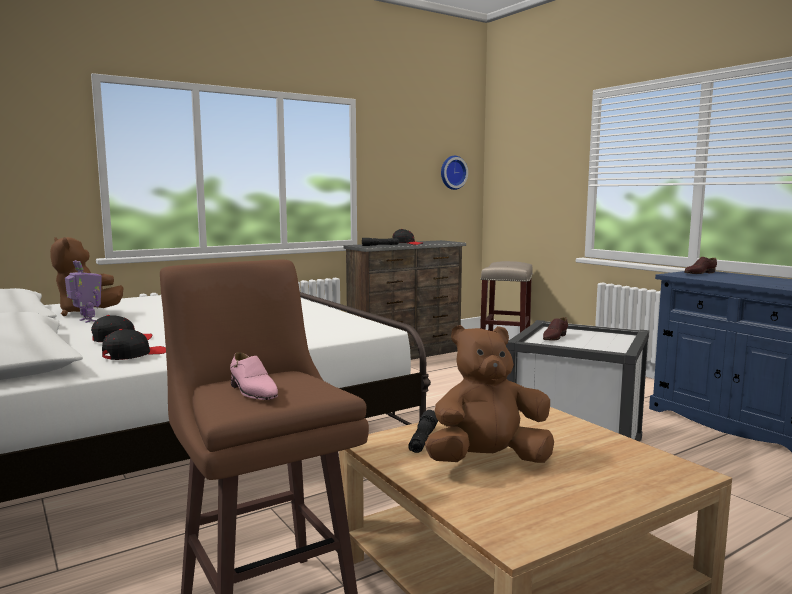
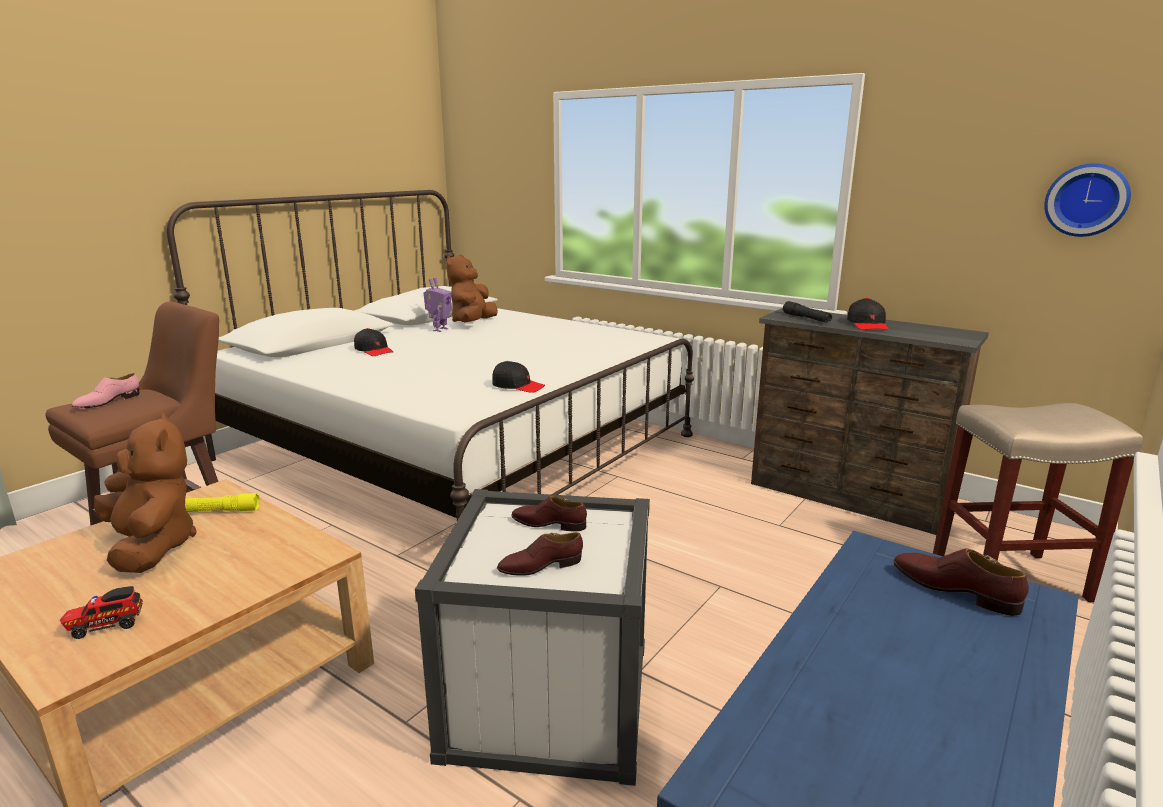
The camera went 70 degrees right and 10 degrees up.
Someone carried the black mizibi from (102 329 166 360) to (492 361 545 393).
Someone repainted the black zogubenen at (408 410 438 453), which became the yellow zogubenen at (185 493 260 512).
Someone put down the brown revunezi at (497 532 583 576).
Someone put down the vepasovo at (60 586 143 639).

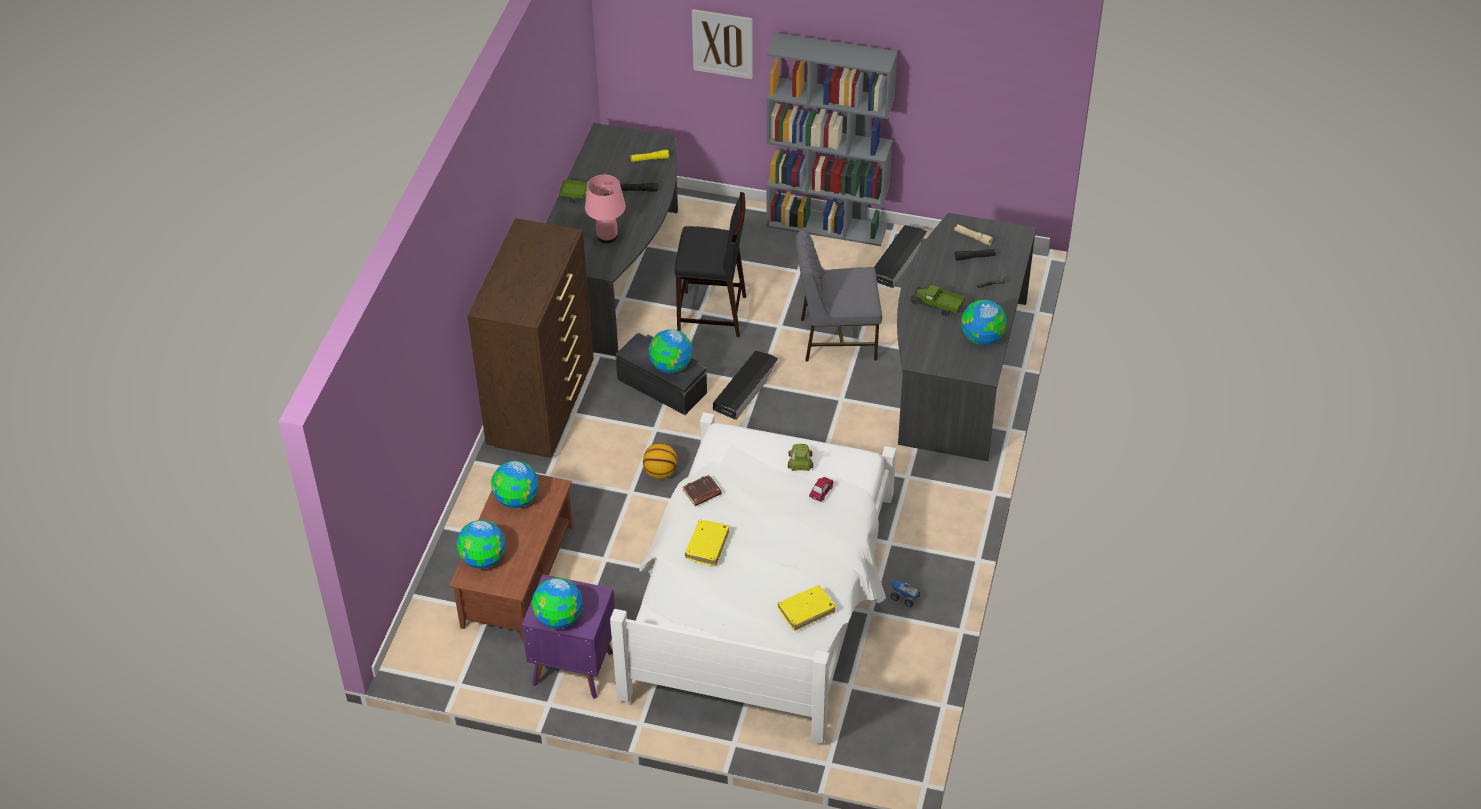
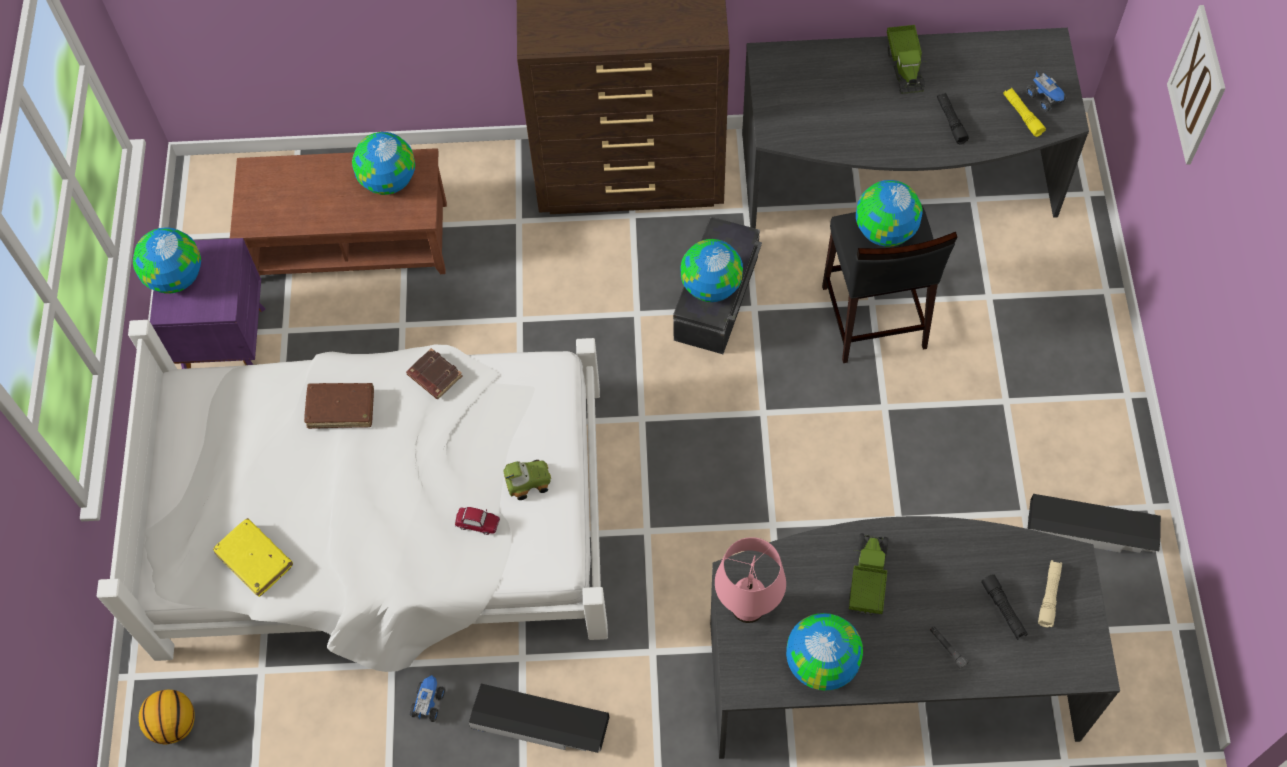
The camera went 75 degrees right and 15 degrees up.
Someone took away the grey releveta at (766 33 897 246).
Someone carried the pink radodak from (585 175 626 243) to (715 537 786 623).
Someone took away the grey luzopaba at (796 230 882 361).
Someone carried the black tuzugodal from (713 351 778 420) to (468 684 609 753).
Someone carried the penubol from (643 443 678 479) to (139 689 195 745).
Someone carried the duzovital from (457 520 506 569) to (856 180 922 247).
Someone repainted the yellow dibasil at (685 520 729 566), which became the brown dibasil at (304 383 374 429).
Someone put down the vepasovo at (1026 71 1066 112).

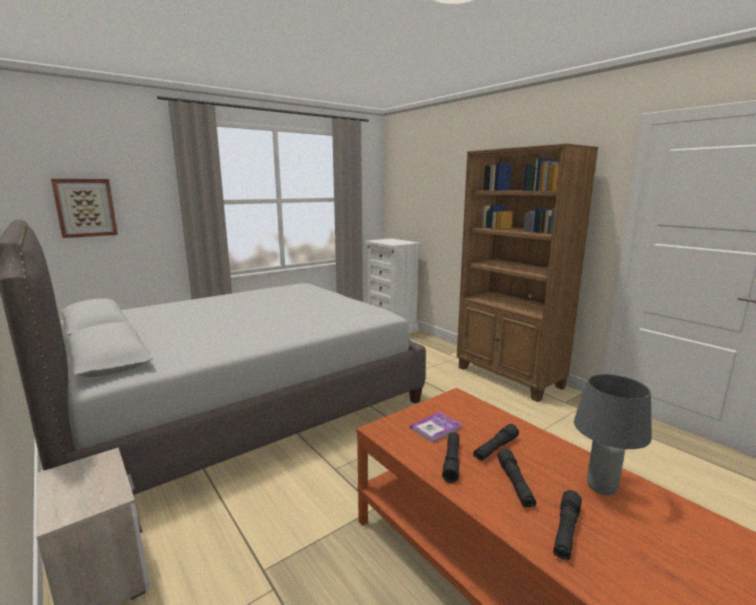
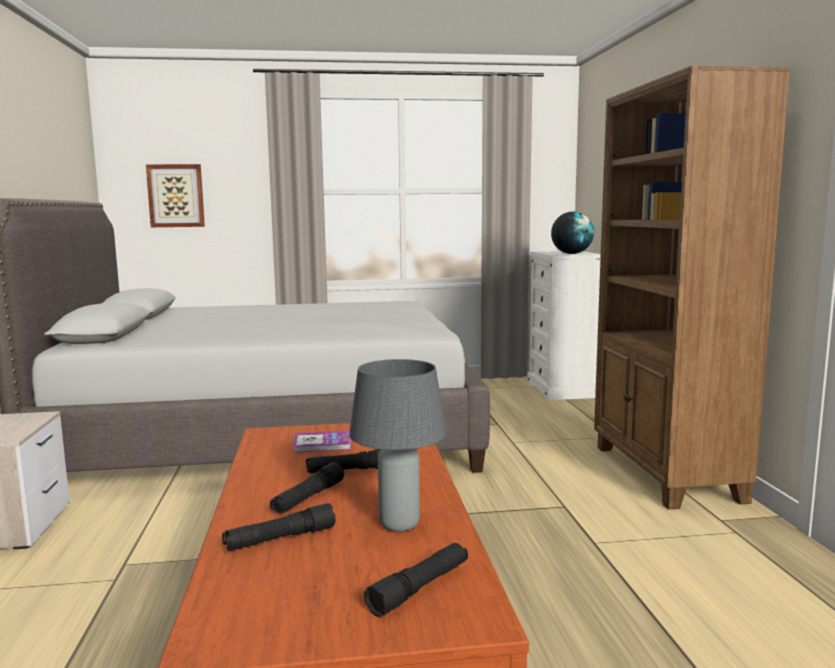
The camera went 30 degrees right and 5 degrees down.
Someone carried the black zogubenen from (442 433 459 483) to (364 543 468 617).
Someone put down the duzovital at (551 211 594 254).

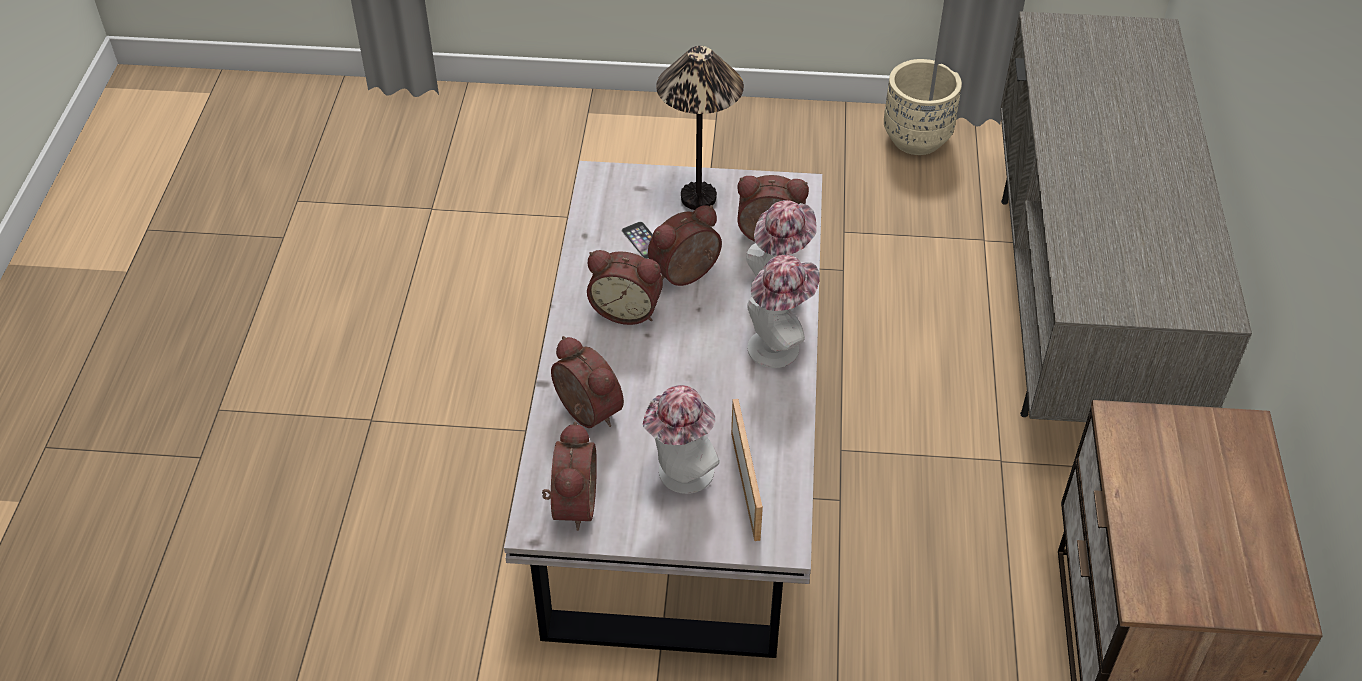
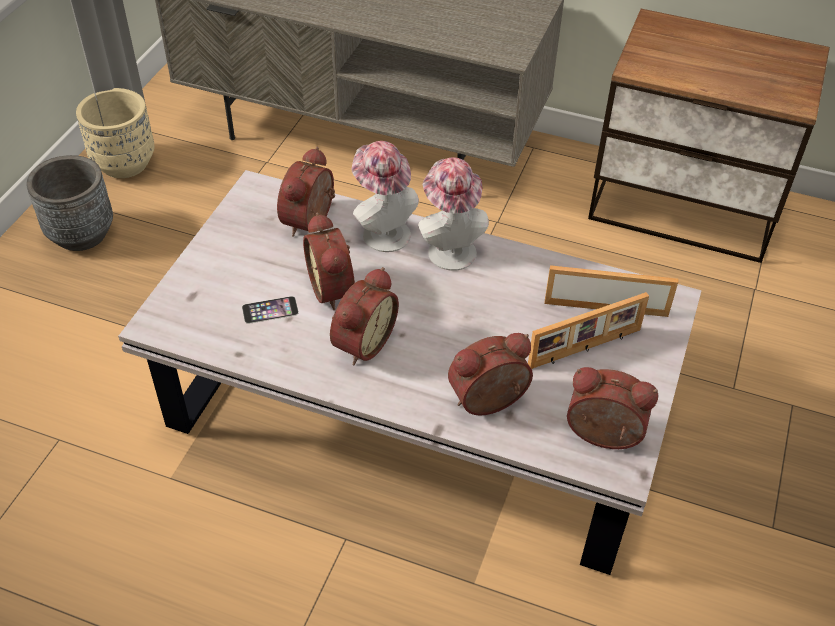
The camera went 75 degrees left and 0 degrees up.
Someone took away the radodak at (656 46 744 210).
Someone swapped the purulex at (643 385 720 494) for the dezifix at (528 292 649 369).
Someone put down the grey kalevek at (26 155 113 251).

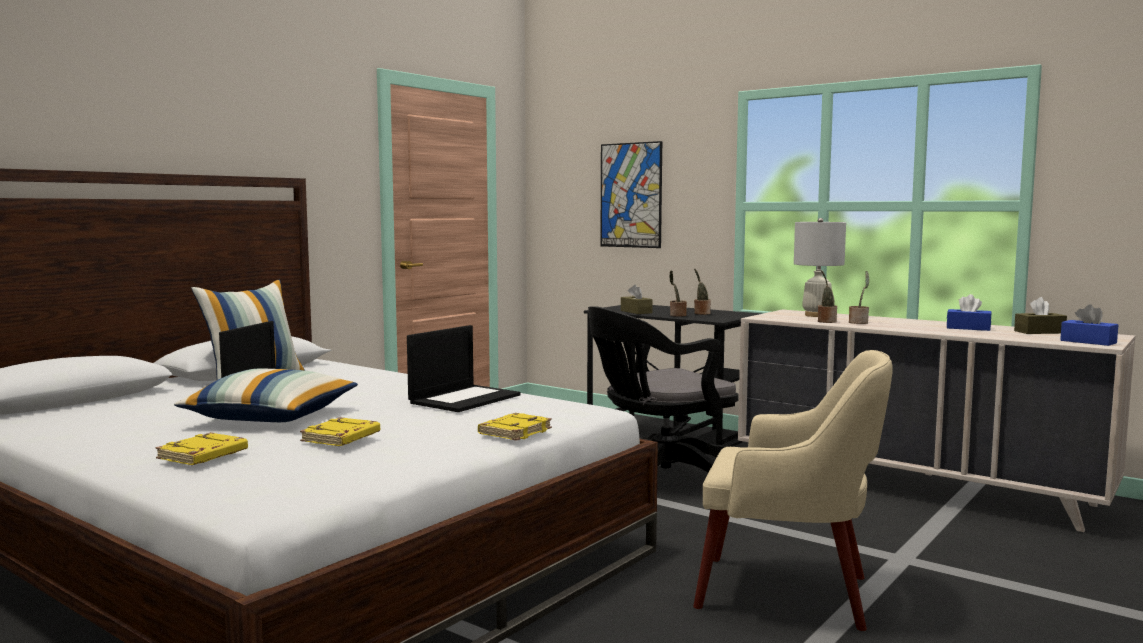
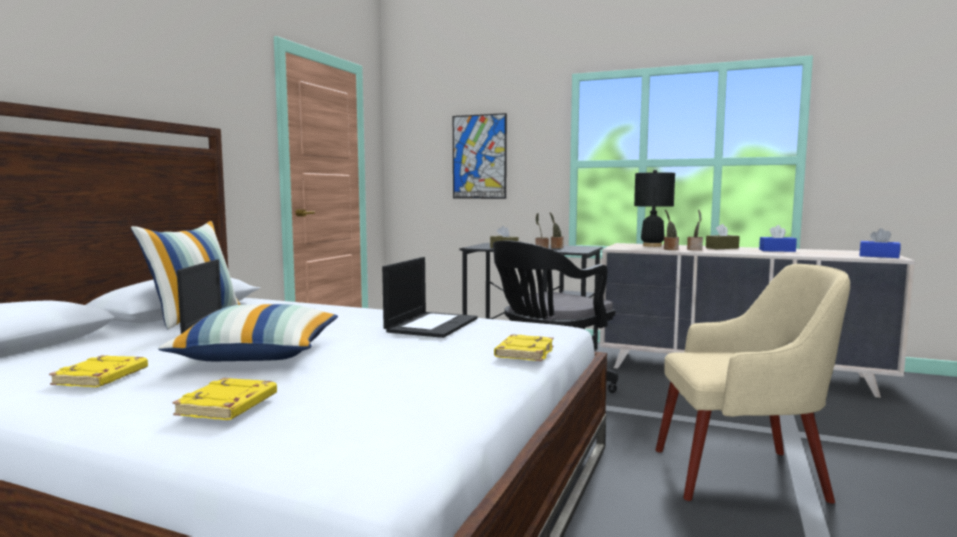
The camera went 15 degrees left and 0 degrees up.
Someone repainted the white radodak at (794 218 846 317), which became the black radodak at (634 170 675 247).
Someone carried the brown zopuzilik from (1014 297 1067 334) to (706 224 740 249).
Someone carried the yellow dibasil from (300 417 380 446) to (49 355 148 387).

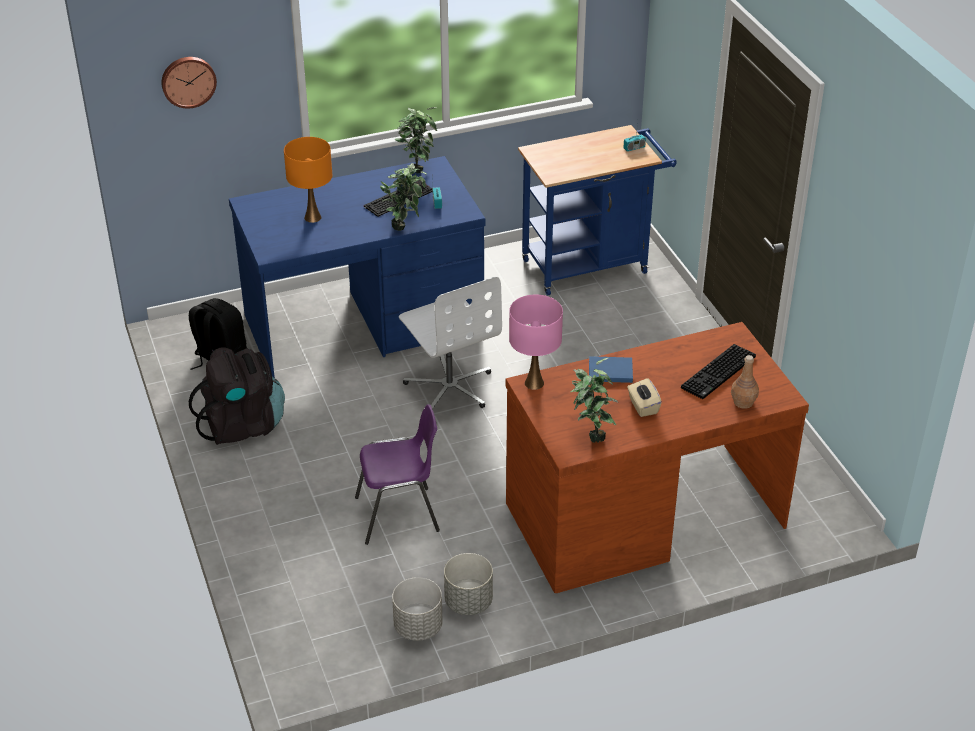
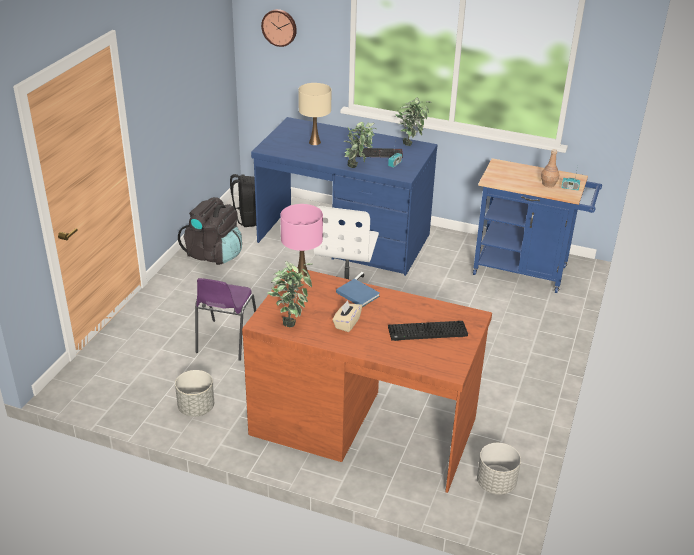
The camera went 40 degrees right and 5 degrees down.
Someone repainted the orange radodak at (284 137 332 223), which became the beige radodak at (298 83 331 145).
Someone carried the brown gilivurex from (731 355 759 409) to (541 149 559 187).
Someone rotated the purple luzopaba at (355 404 440 545) by 75 degrees clockwise.
Someone carried the grey kalevek from (392 577 443 641) to (477 443 521 495).

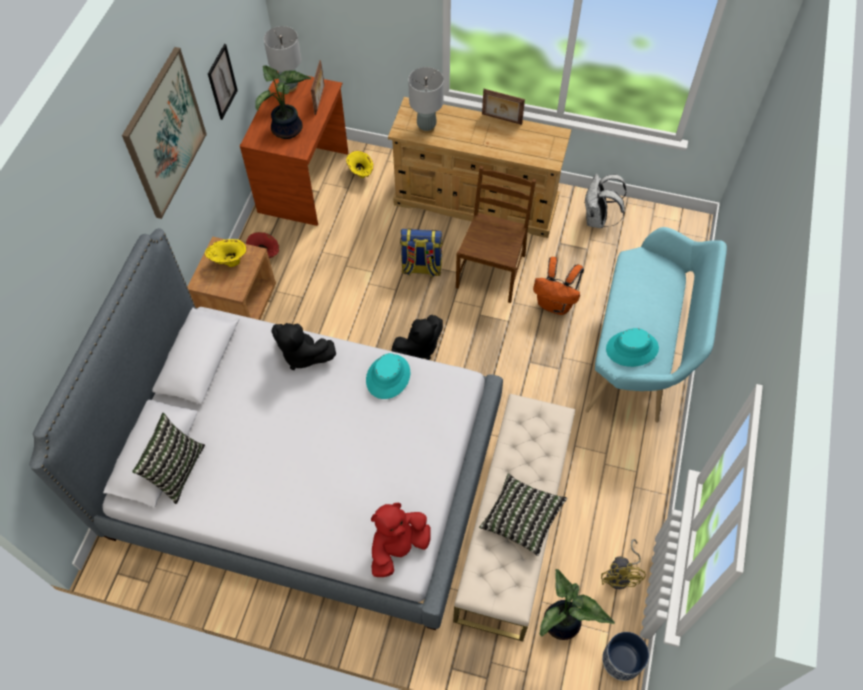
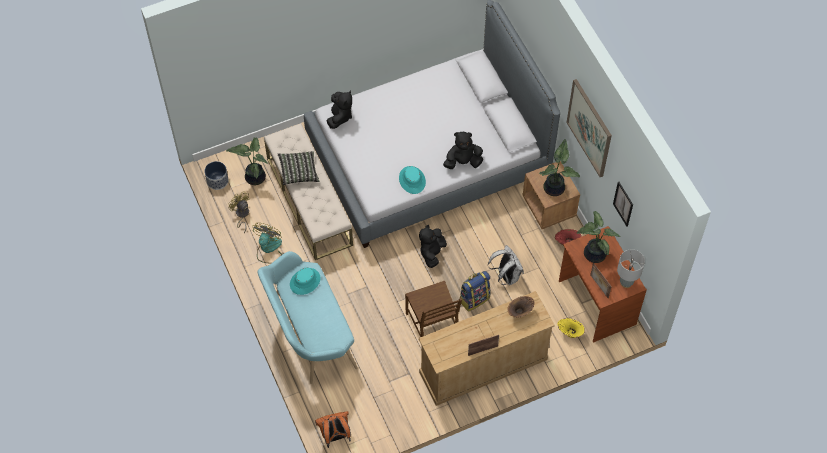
The camera went 140 degrees right and 0 degrees up.
Someone swapped the grey radodak at (408 67 444 133) for the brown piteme at (507 296 535 318).
Someone carried the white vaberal from (585 174 627 228) to (488 245 524 285).
Someone swapped the yellow piteme at (205 239 247 267) for the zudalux at (539 139 580 196).
Someone carried the orange vaberal from (533 257 584 315) to (315 411 351 448).
Someone took away the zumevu at (132 413 205 504).
Someone repainted the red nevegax at (371 503 431 577), which became the black nevegax at (327 91 352 129).
Someone put down the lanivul at (252 223 282 263).

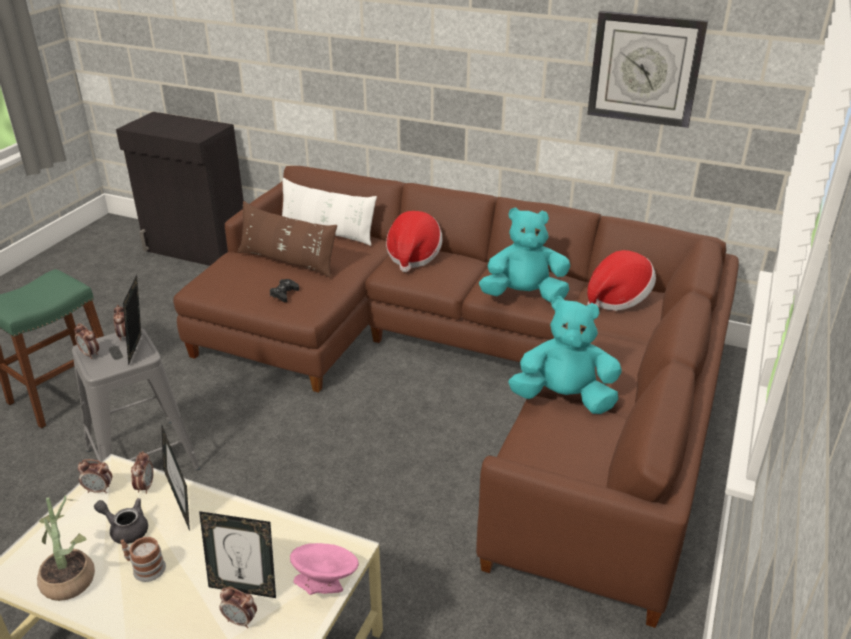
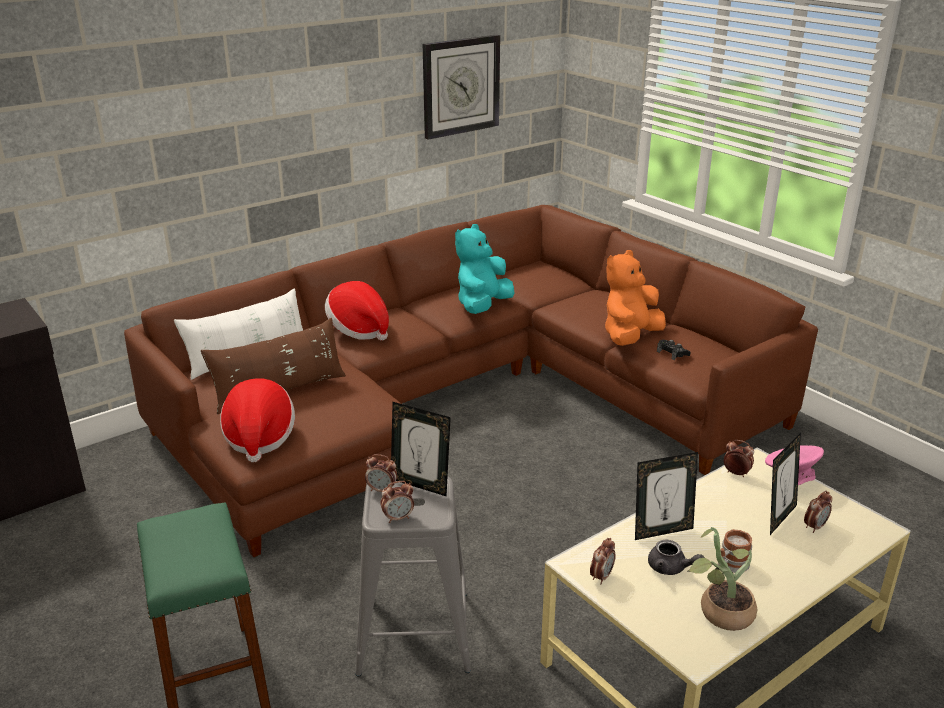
The camera went 60 degrees left and 5 degrees down.
Someone carried the purulex from (588 250 656 311) to (220 378 295 462).
Someone carried the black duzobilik from (270 279 299 302) to (657 339 691 360).
Someone repainted the turquoise nevegax at (508 296 622 414), which became the orange nevegax at (605 250 666 346).
Someone rotated the dezifix at (162 426 190 531) by 150 degrees clockwise.
Someone carried the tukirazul from (131 451 153 494) to (724 440 754 477).
Someone rotated the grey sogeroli at (94 498 148 544) by 105 degrees counterclockwise.

